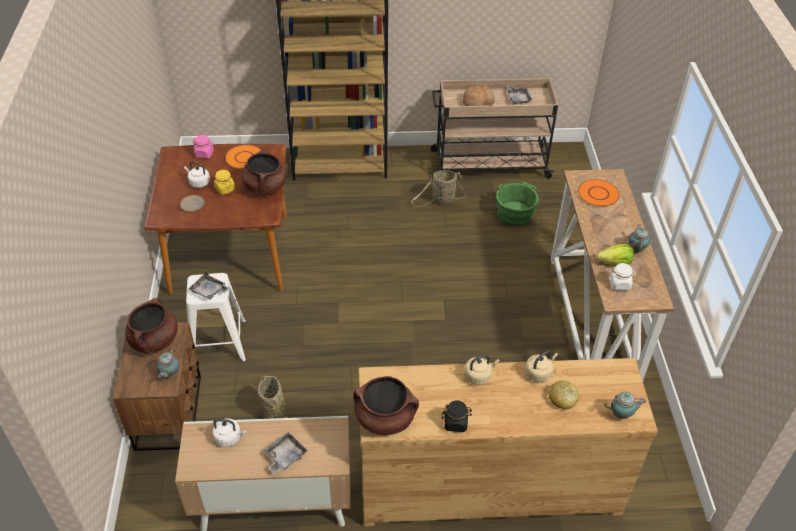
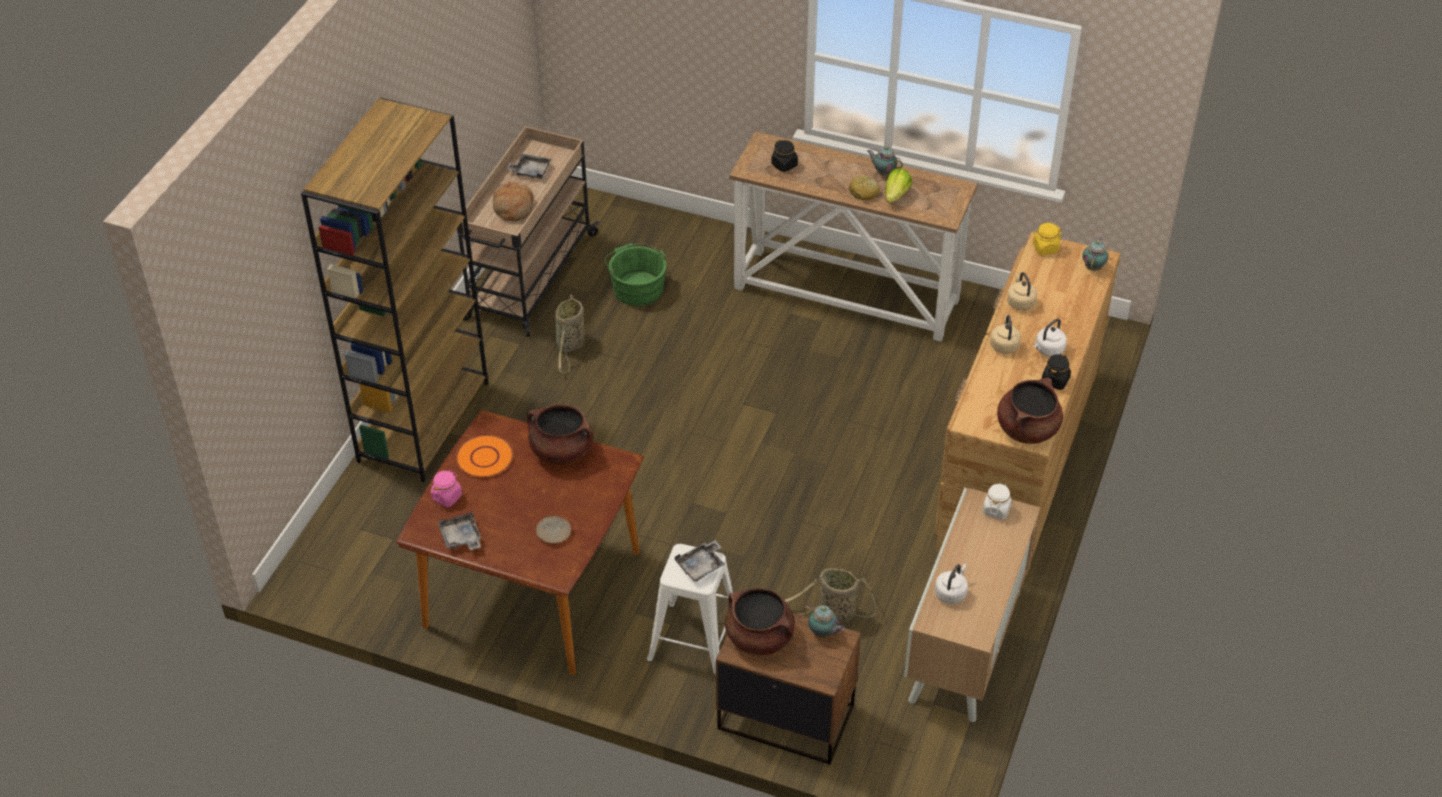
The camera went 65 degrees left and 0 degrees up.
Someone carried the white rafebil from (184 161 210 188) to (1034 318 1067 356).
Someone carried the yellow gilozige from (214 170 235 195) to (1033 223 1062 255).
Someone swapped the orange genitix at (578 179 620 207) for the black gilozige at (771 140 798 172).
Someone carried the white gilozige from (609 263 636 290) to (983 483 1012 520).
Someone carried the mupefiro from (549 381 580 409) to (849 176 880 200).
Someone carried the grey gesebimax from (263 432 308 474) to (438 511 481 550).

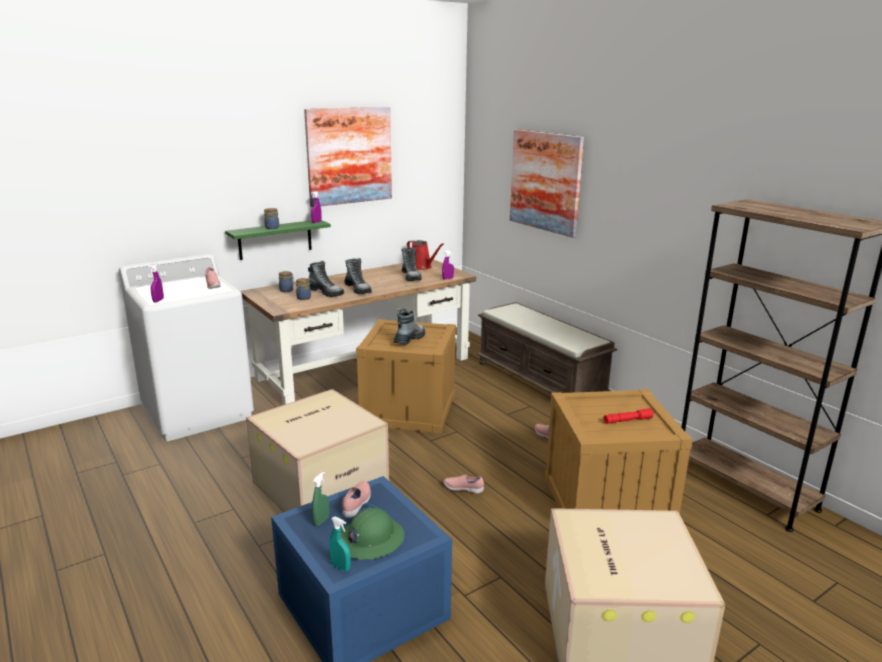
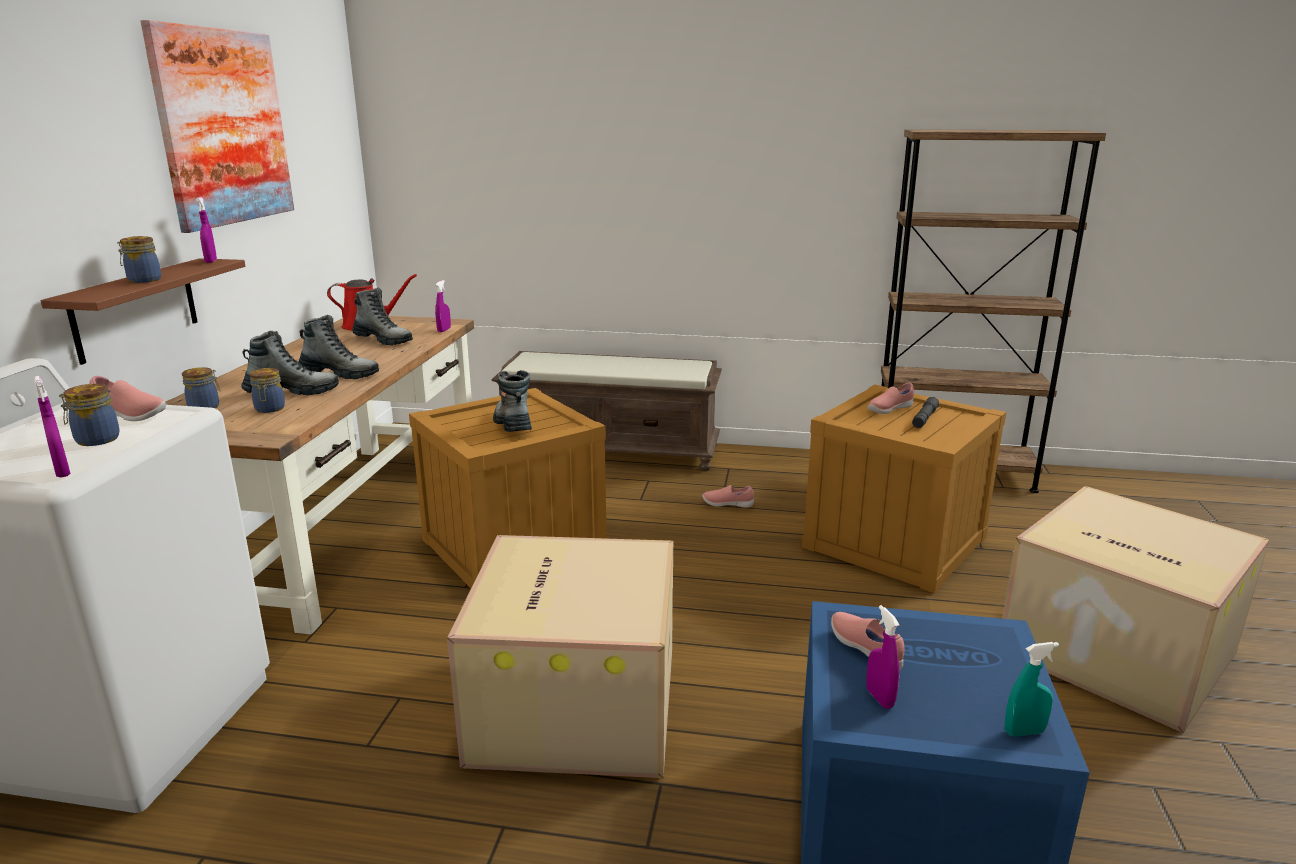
The camera went 45 degrees left and 0 degrees up.
Someone took away the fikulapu at (510 129 584 238).
Someone repainted the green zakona at (225 220 331 260), which became the brown zakona at (41 258 245 365).
Someone repainted the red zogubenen at (604 408 653 424), which became the grey zogubenen at (912 397 939 428).
Someone repainted the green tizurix at (312 471 329 526), which became the purple tizurix at (866 605 899 709).
Someone carried the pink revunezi from (444 474 484 494) to (867 383 914 414).
Someone took away the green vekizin at (341 508 405 560).
Someone put down the gilozige at (59 384 120 446).

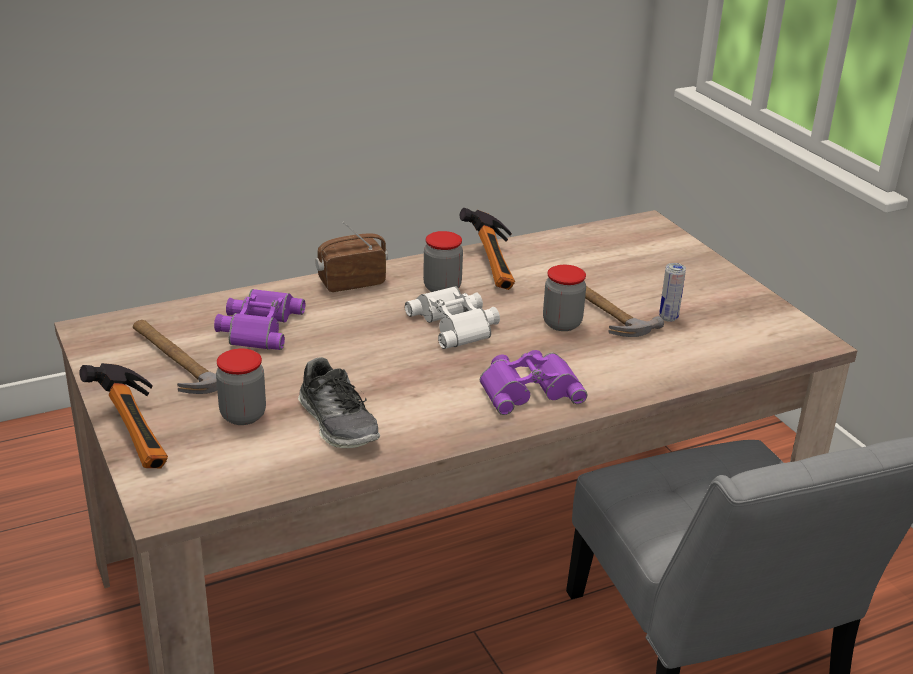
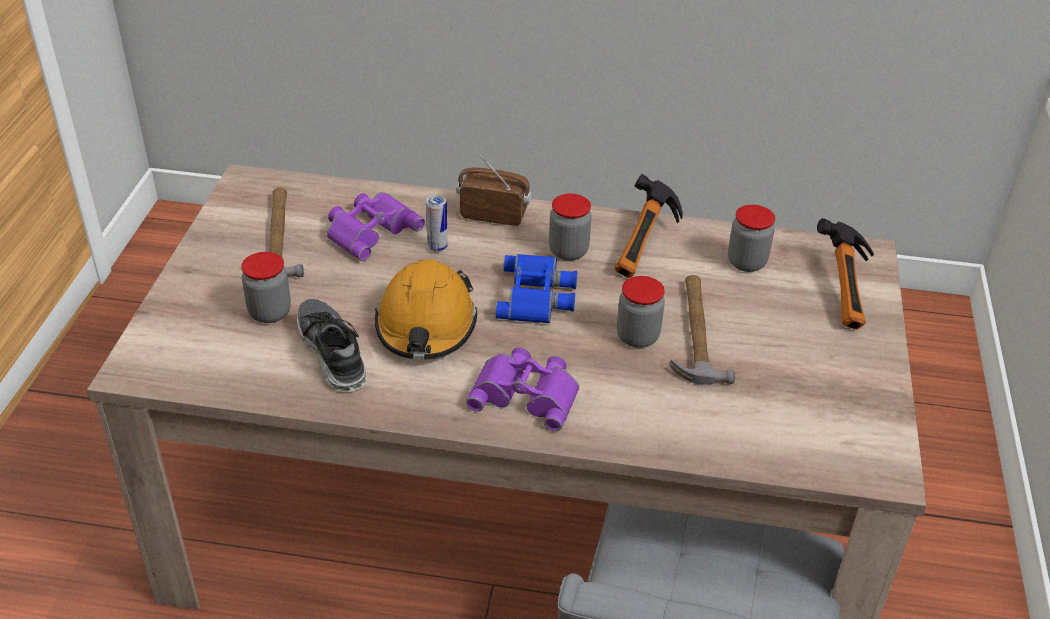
The camera went 35 degrees right and 10 degrees up.
Someone carried the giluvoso from (659 263 686 322) to (426 194 448 252).
Someone repainted the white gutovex at (405 286 500 349), which became the blue gutovex at (496 254 577 324).
Someone rotated the revunezi at (298 357 380 448) by 150 degrees clockwise.
Someone carried the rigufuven from (79 363 168 468) to (817 218 874 330).
Someone put down the gilozige at (728 205 775 272).
Someone put down the orange vekizin at (375 260 477 360).

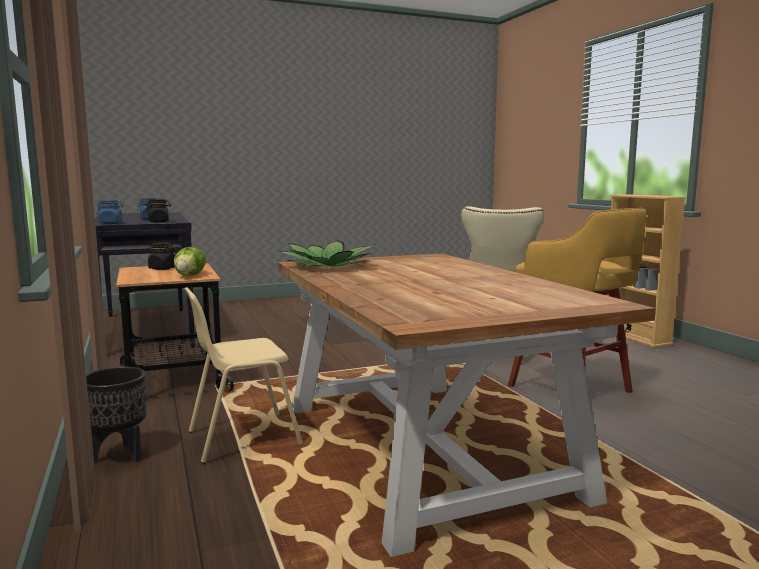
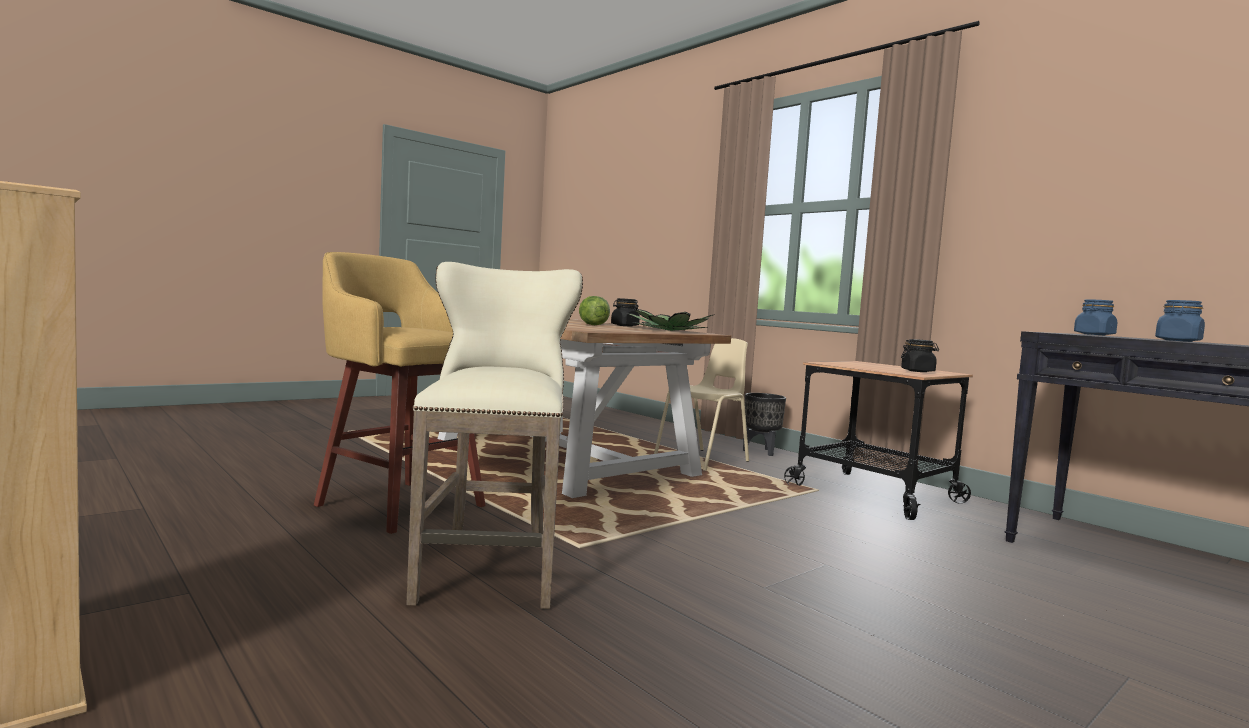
The camera went 160 degrees right and 5 degrees down.
Someone carried the black gilozige from (145 199 171 222) to (611 298 640 326).
Someone carried the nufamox from (174 247 206 276) to (579 296 610 325).

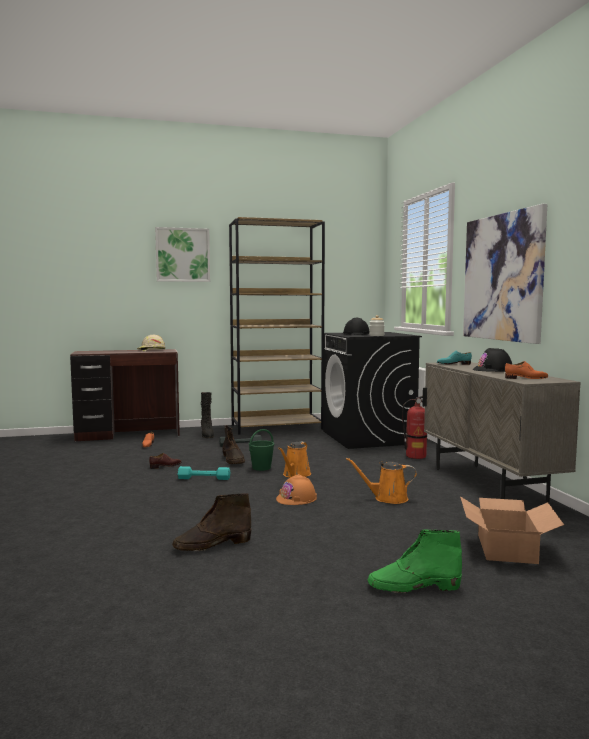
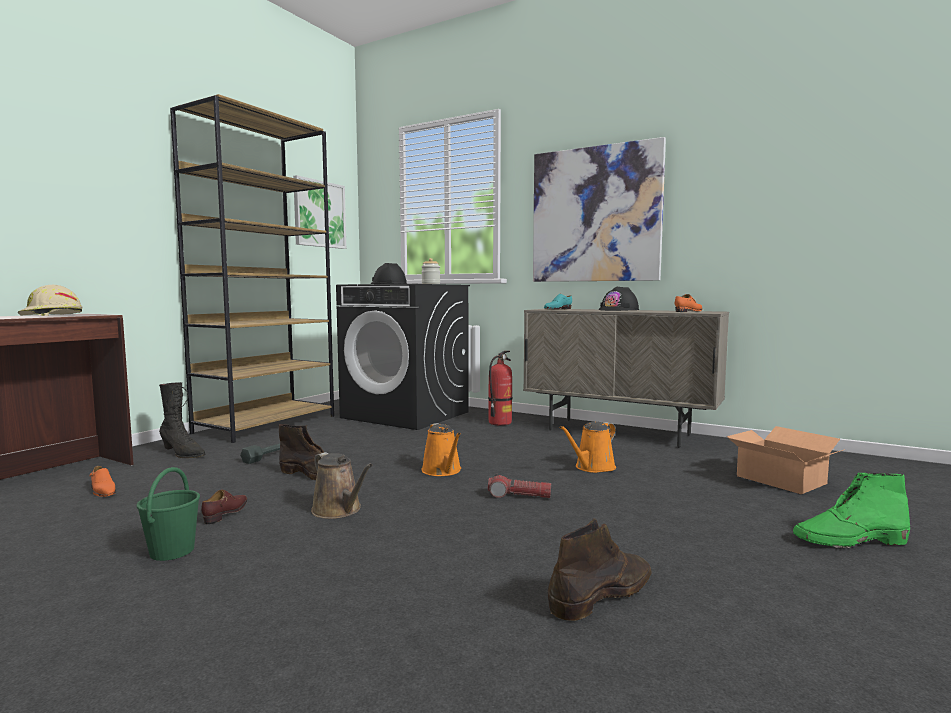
The camera went 45 degrees left and 0 degrees up.
Someone carried the fikulapu from (155 227 210 282) to (293 175 346 249).
Someone carried the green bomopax from (249 429 274 471) to (136 467 200 561).
Someone swapped the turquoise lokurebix at (178 466 230 480) for the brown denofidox at (311 452 373 519).
Someone swapped the orange vekizin at (276 474 317 505) for the zogubenen at (488 474 551 498).
Someone rotated the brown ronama at (172 493 251 552) by 150 degrees counterclockwise.
Someone rotated the green ronama at (367 530 462 593) by 45 degrees clockwise.

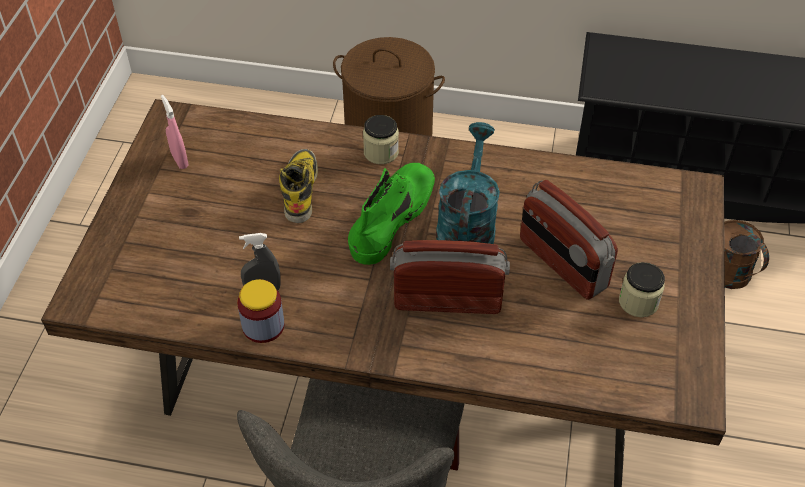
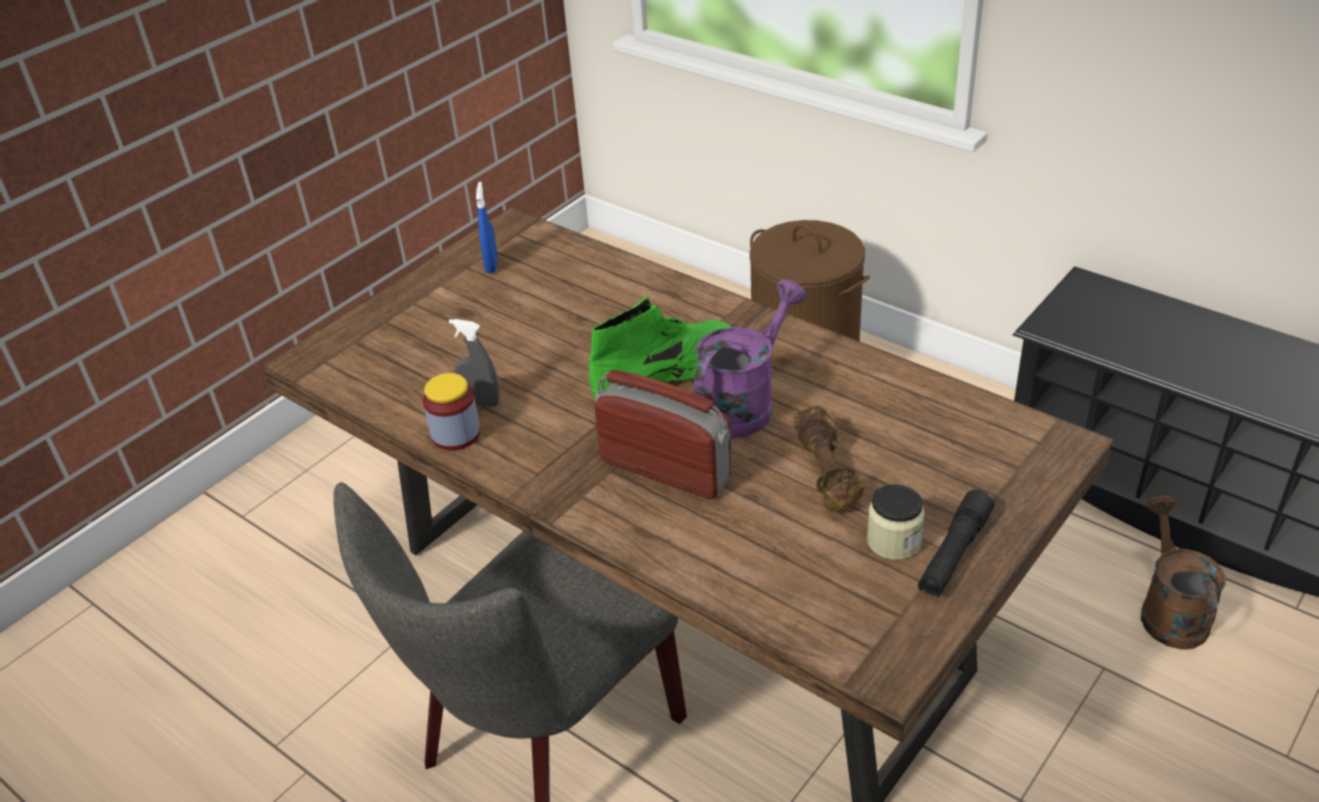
The camera went 30 degrees right and 10 degrees down.
Someone repainted the pink tizurix at (161 95 188 169), which became the blue tizurix at (476 182 498 273).
Someone took away the gilozige at (363 115 399 164).
Someone repainted the turquoise denofidox at (436 122 500 244), which became the purple denofidox at (694 279 807 439).
Someone took away the ronama at (279 149 318 223).
Someone swapped the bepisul at (520 180 618 300) for the brown lokurebix at (793 406 865 512).
Someone put down the black zogubenen at (918 489 994 597).

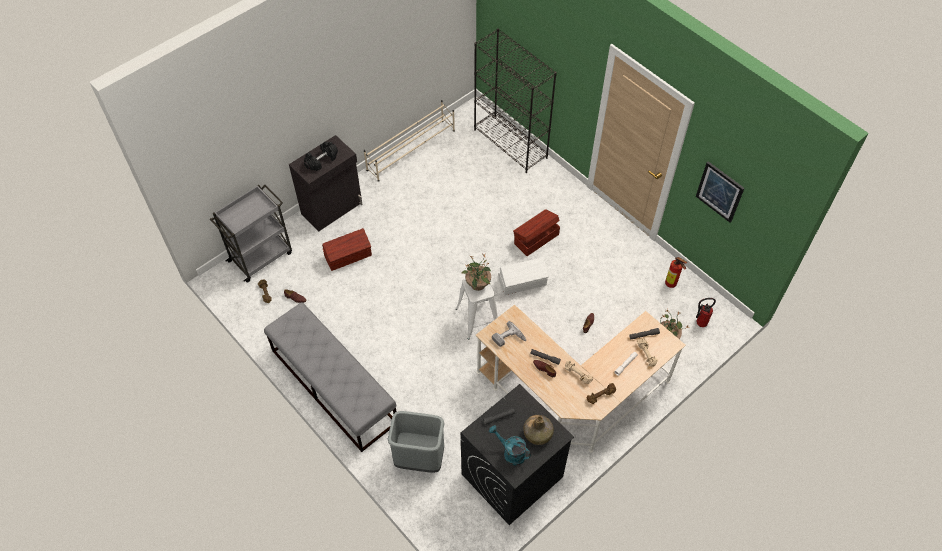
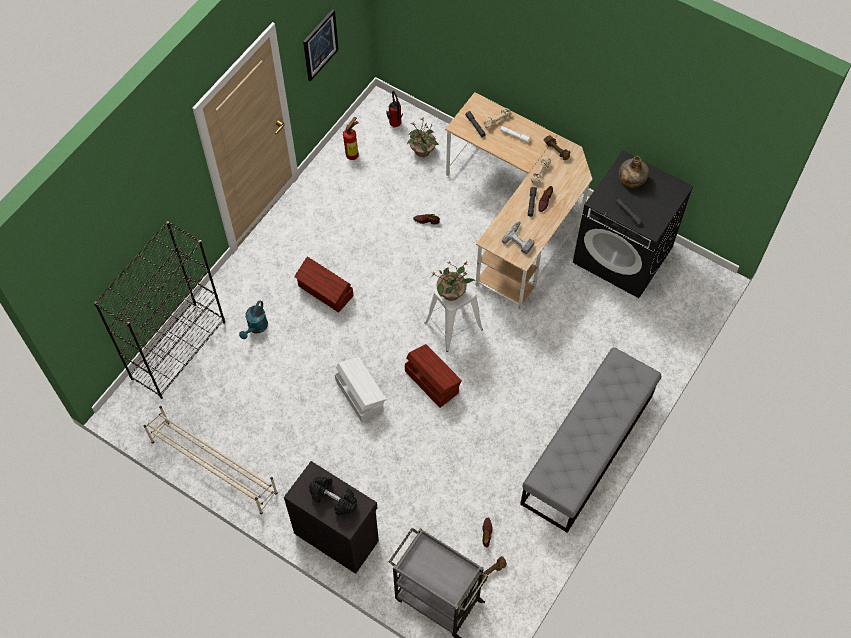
The camera went 105 degrees left and 5 degrees up.
Someone carried the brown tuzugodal from (322 228 372 271) to (405 344 462 408).
Someone carried the white tuzugodal from (499 257 549 295) to (334 357 386 422).
Someone took away the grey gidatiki at (388 411 445 473).
Someone carried the turquoise denofidox from (489 425 531 465) to (239 300 268 339).

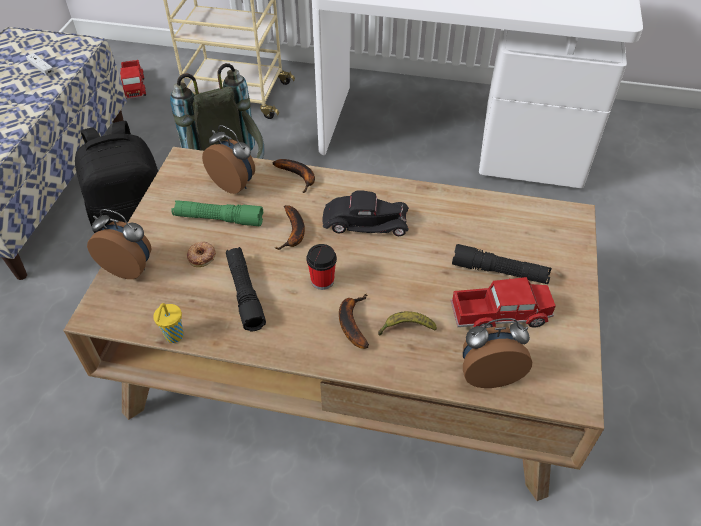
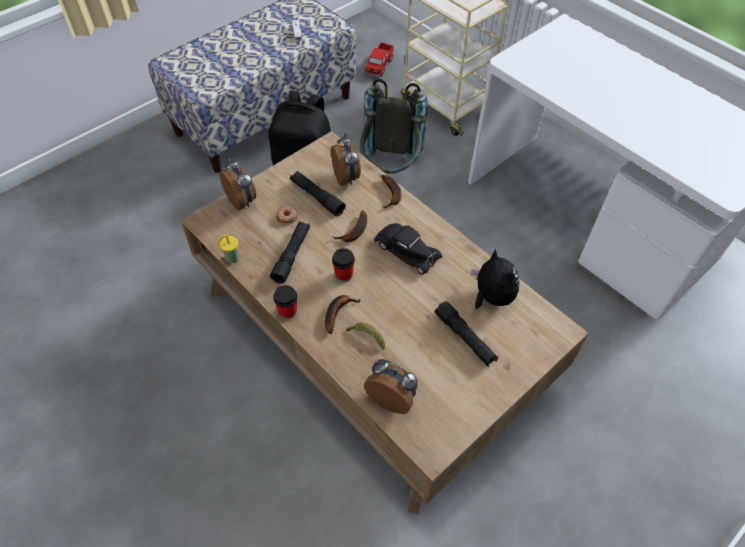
The camera went 35 degrees right and 5 degrees up.
Someone repainted the green zogubenen at (171 200 263 226), which became the black zogubenen at (290 171 346 216).
Someone took away the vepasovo at (451 277 556 328).
Someone put down the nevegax at (471 248 519 309).
Someone put down the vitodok at (273 285 297 320).

